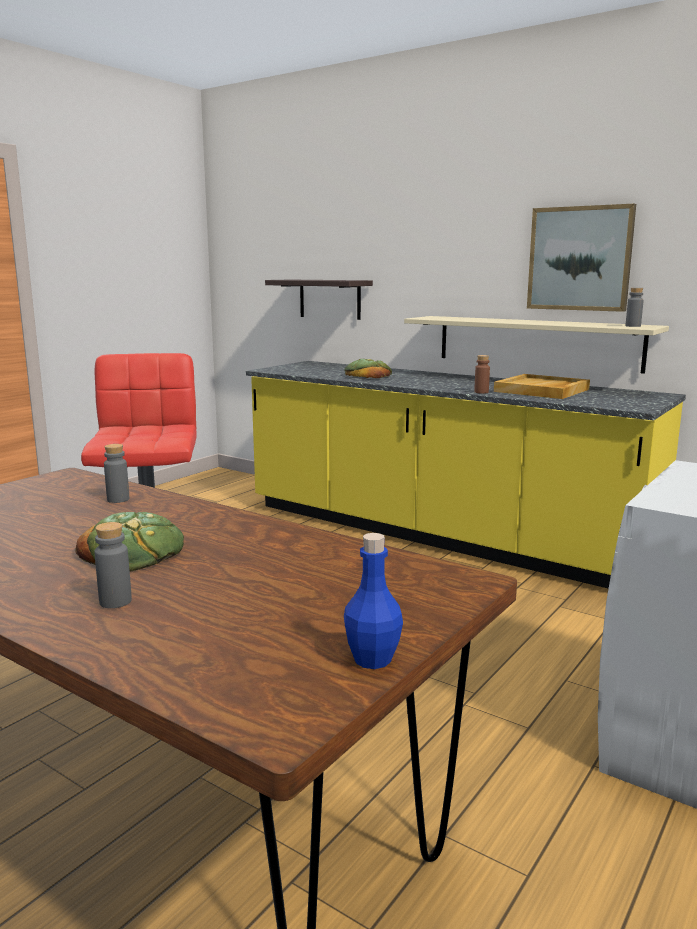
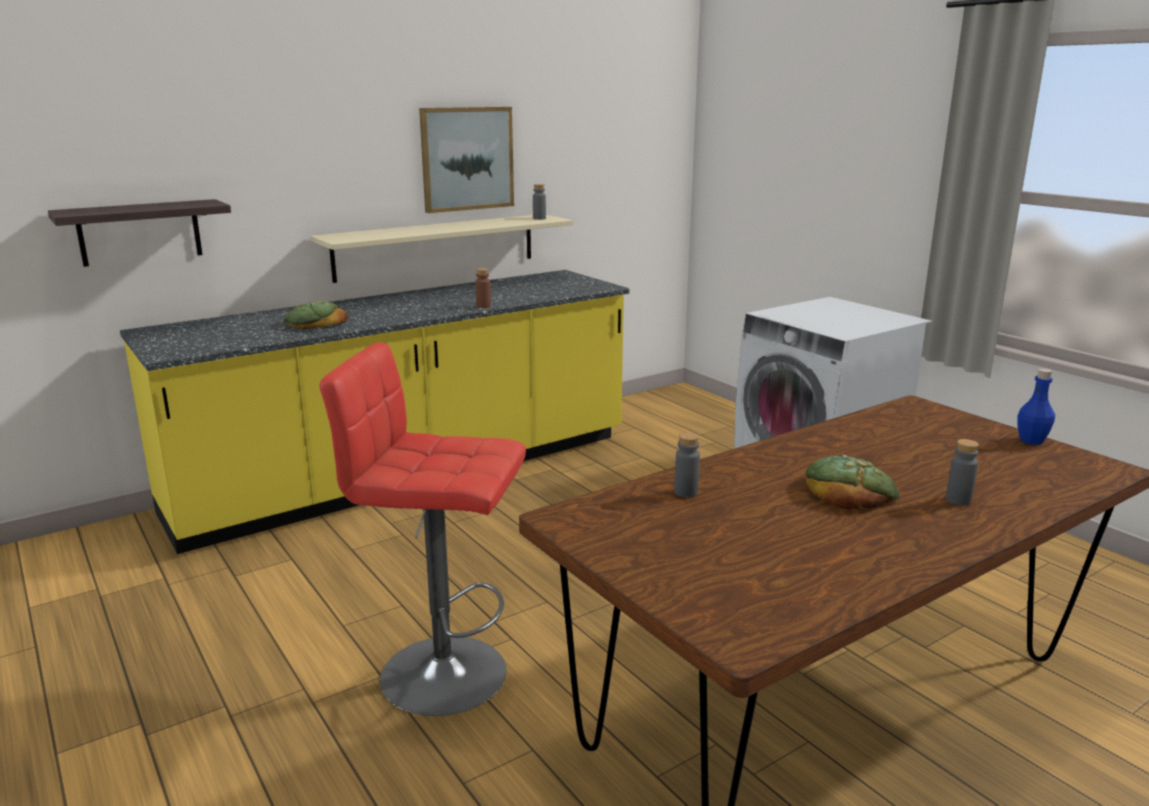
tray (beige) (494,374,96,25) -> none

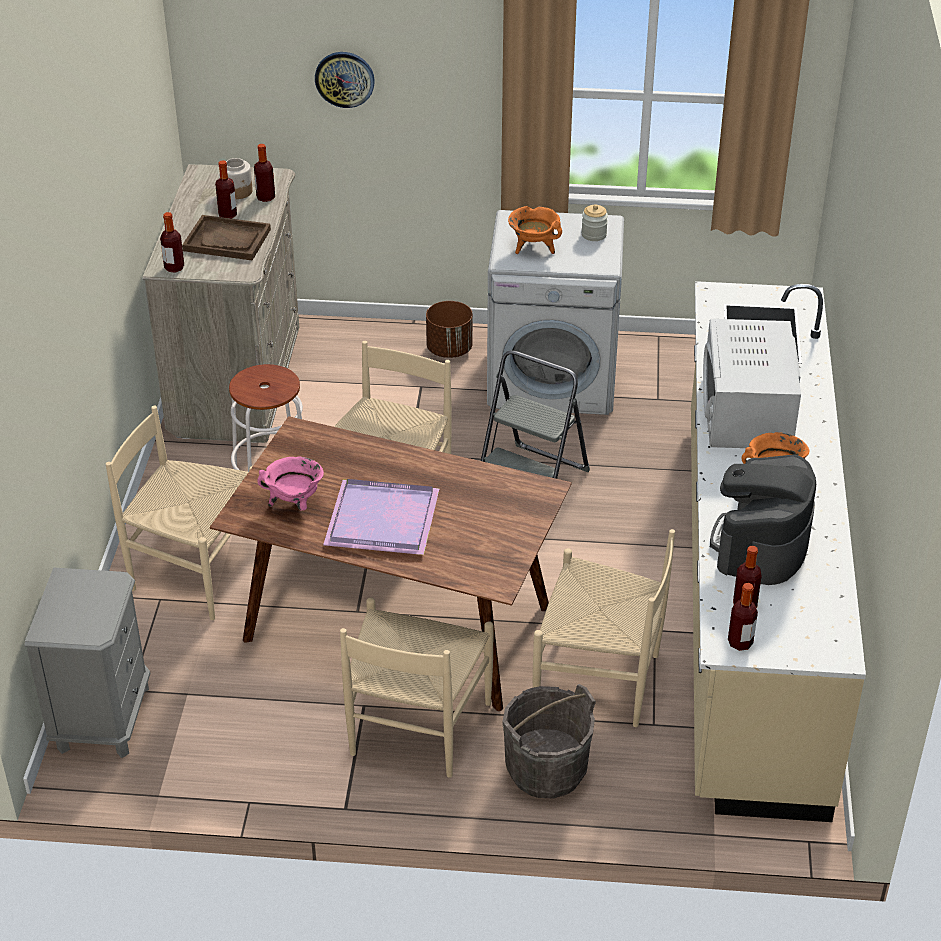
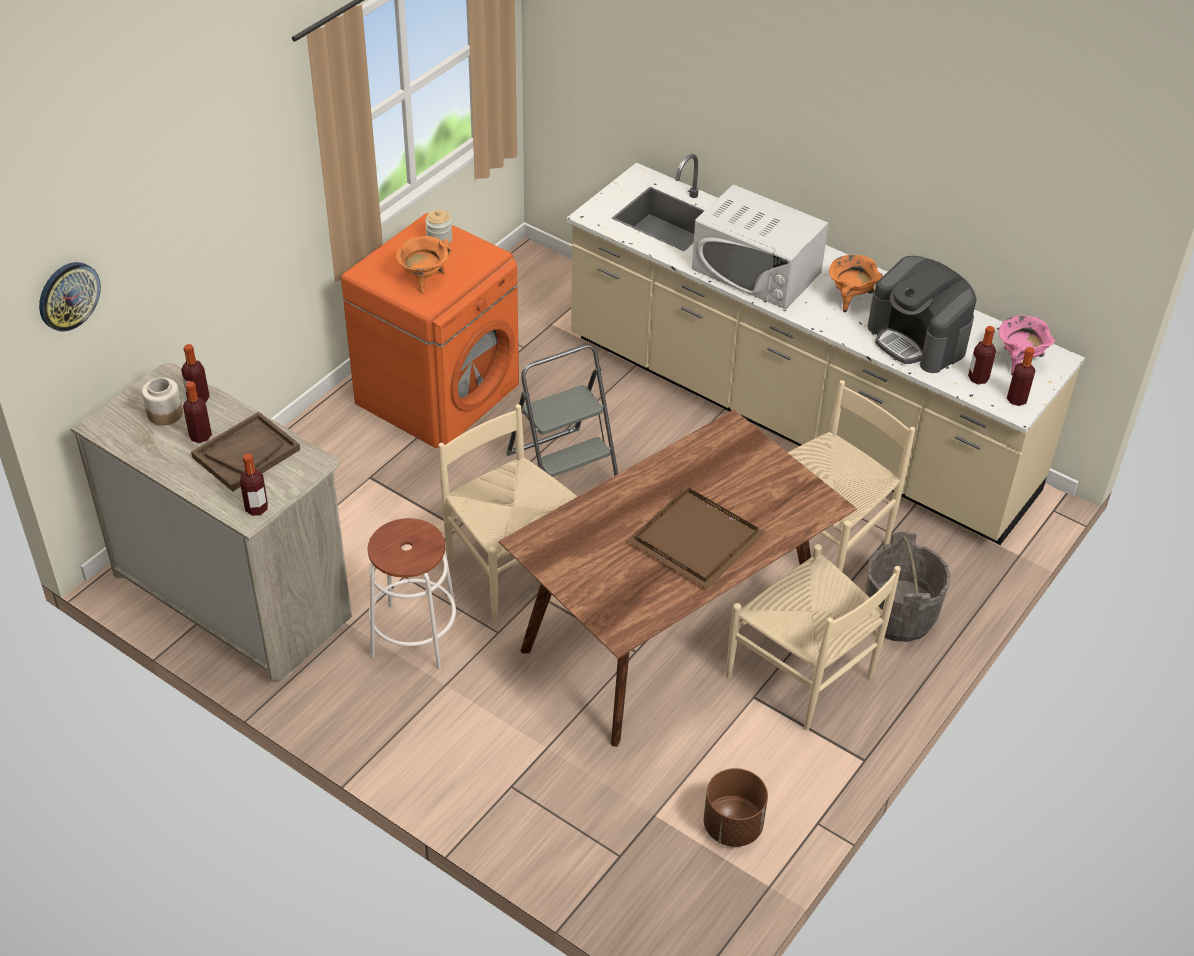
wall clock (315,52,60,56) -> wall clock (39,262,62,70), moved
washing machine (white) (487,210,137,205) -> washing machine (orange) (341,213,178,235)
planter (brown) (426,301,47,57) -> planter (brown) (704,768,64,79), moved
chair (beige) (106,406,147,214) -> none
cooking pot (pink) (257,456,67,55) -> cooking pot (pink) (999,316,56,59), moved
tray (purple) (323,479,116,76) -> tray (brown) (627,487,138,102)
nightstand (grey) (25,568,125,190) -> none

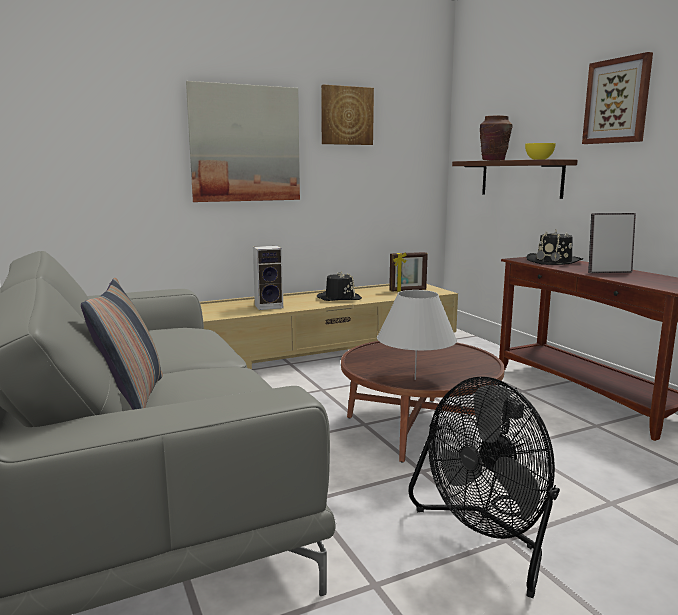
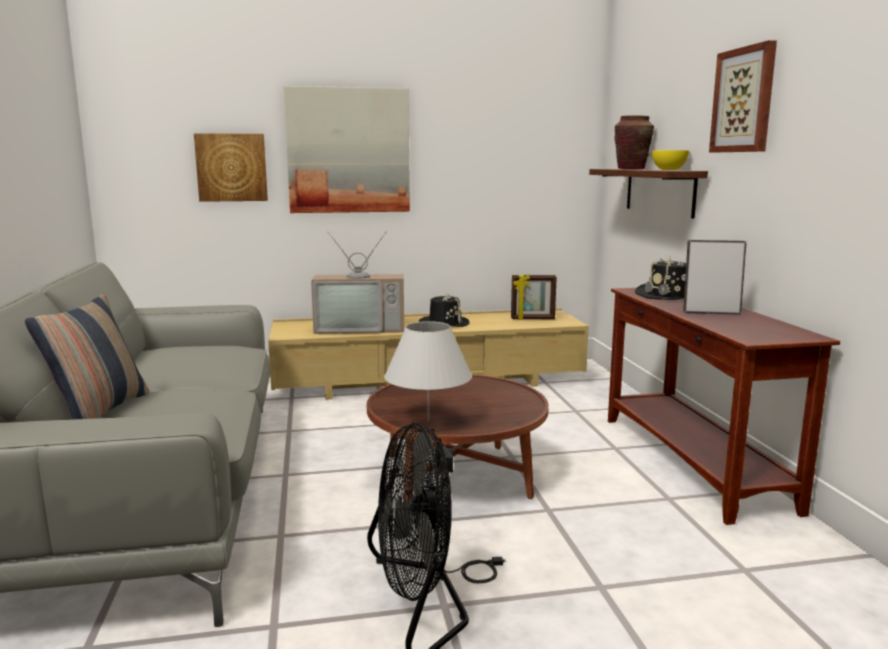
picture (321,85,53,60) -> picture (194,133,74,69), moved
speaker (253,246,30,64) -> television (311,231,93,103)

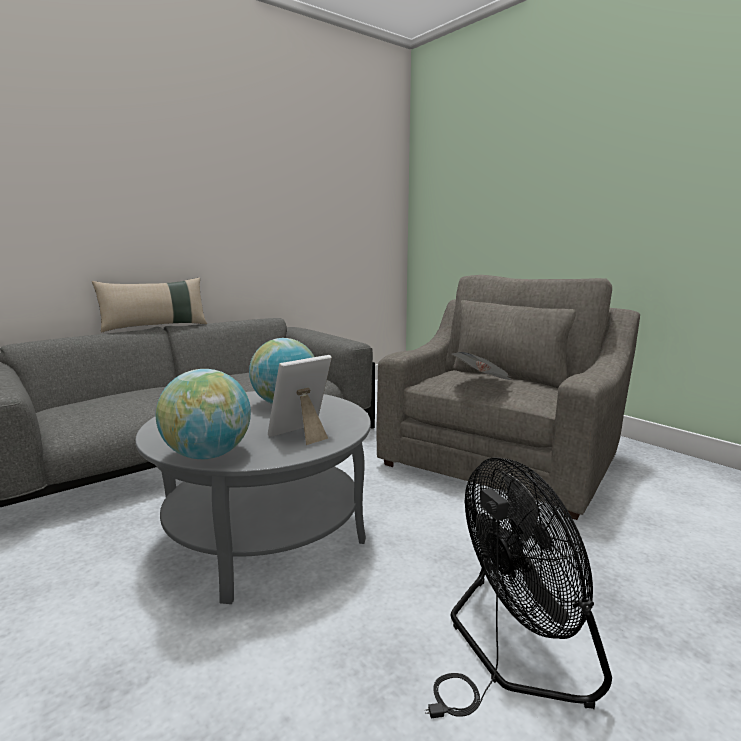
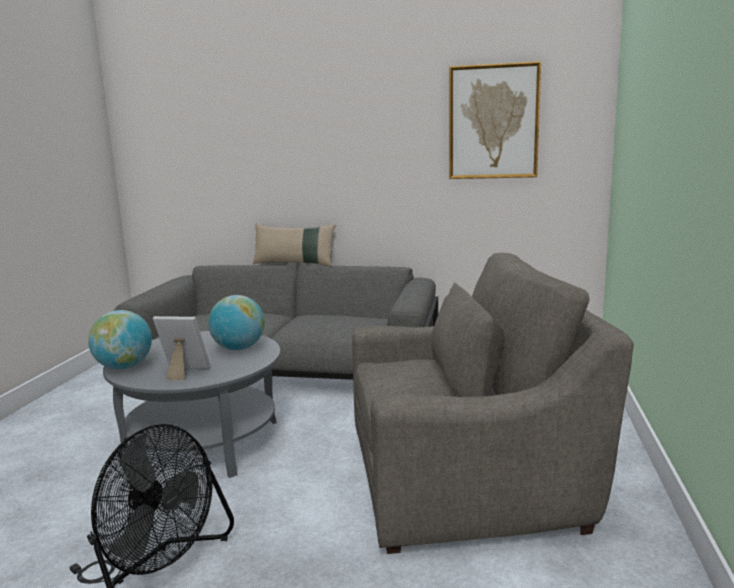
newspaper (451,352,62,28) -> none
none -> picture (449,61,92,118)

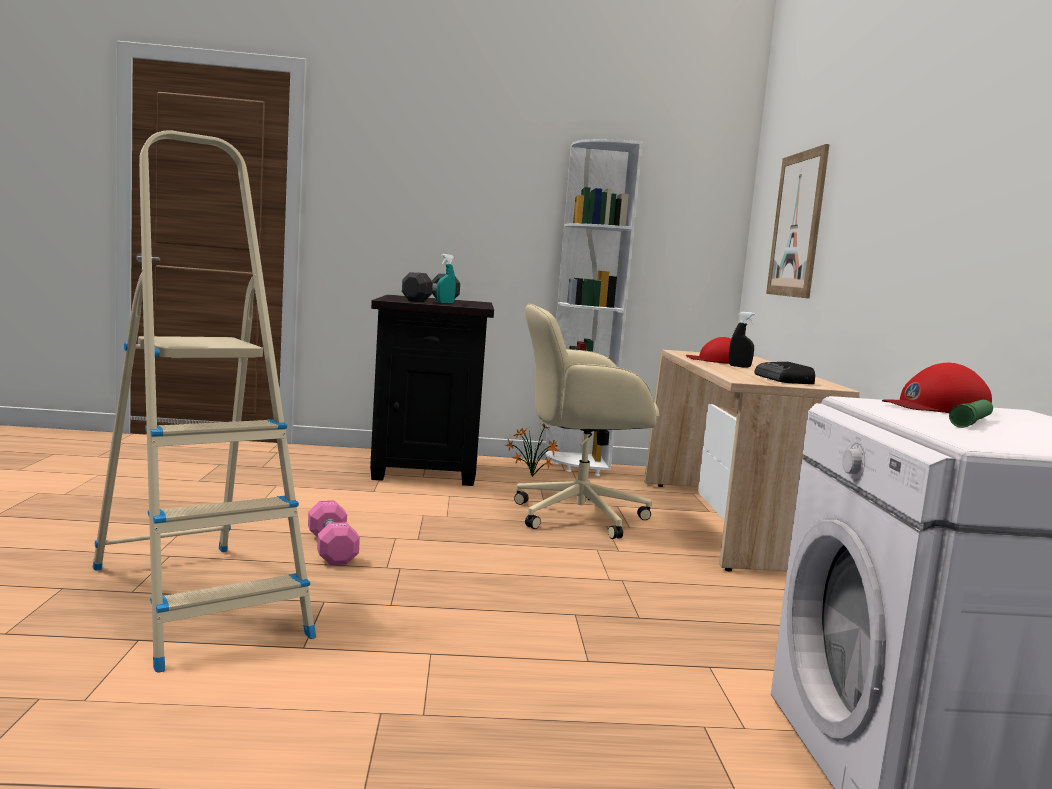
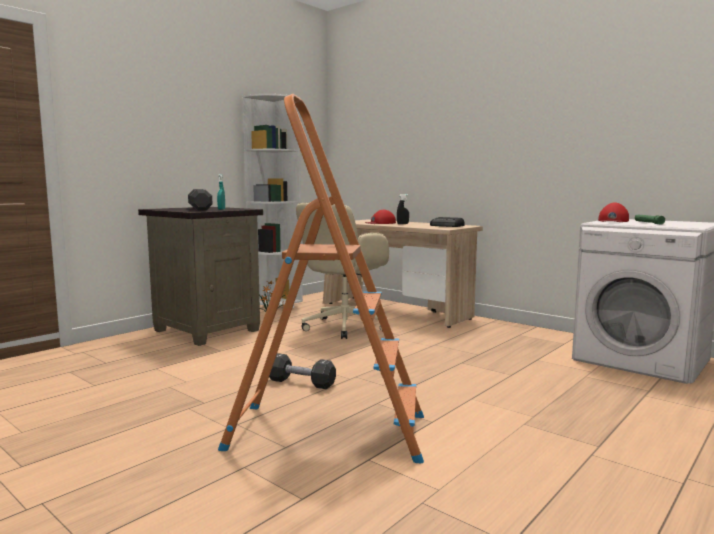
step ladder (beige) (93,130,223,543) -> step ladder (orange) (218,94,206,369)
picture (766,144,64,154) -> none
cabinet (black) (370,295,124,191) -> cabinet (beige) (138,207,125,139)
dumbbell (pink) (308,500,52,65) -> dumbbell (black) (269,353,67,36)

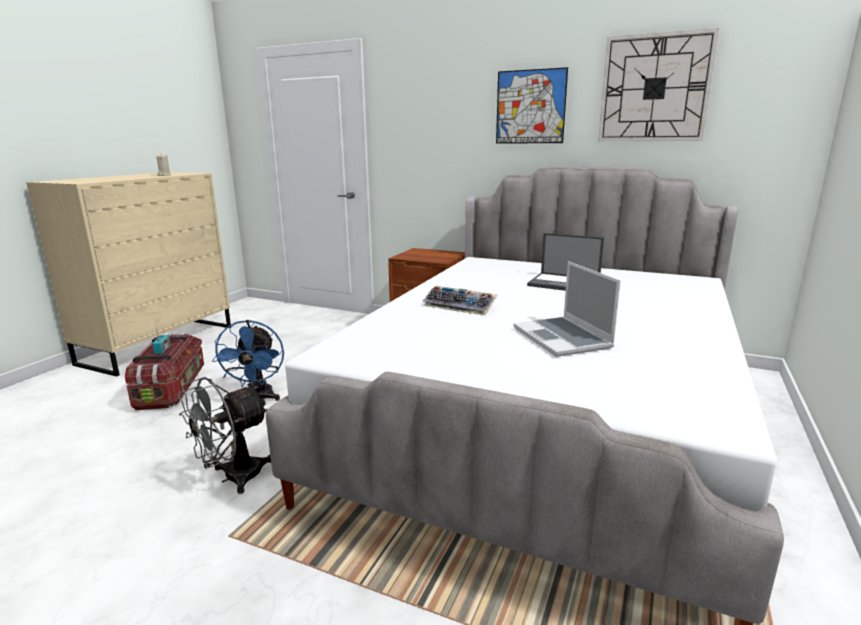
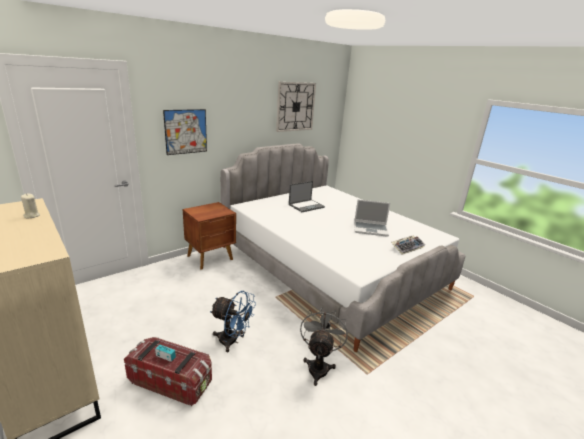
picture (496,67,72,77) -> picture (163,109,44,46), moved
keyboard (423,286,75,30) -> keyboard (391,235,34,20), moved
fan (grey) (177,377,94,117) -> fan (grey) (300,307,48,79), 150 degrees counterclockwise

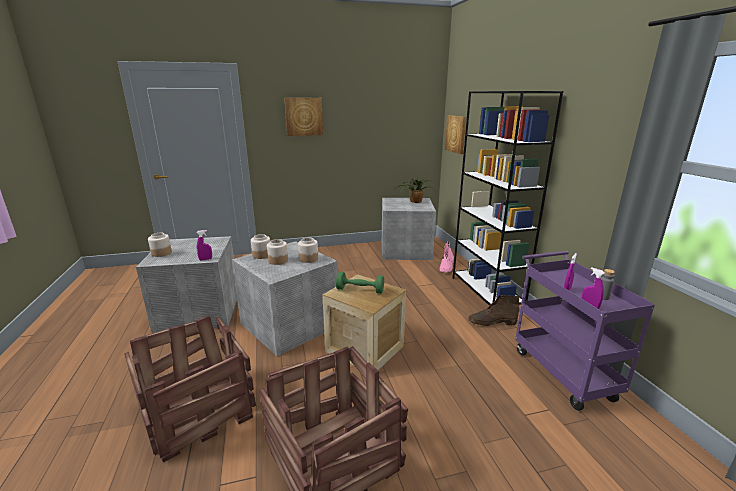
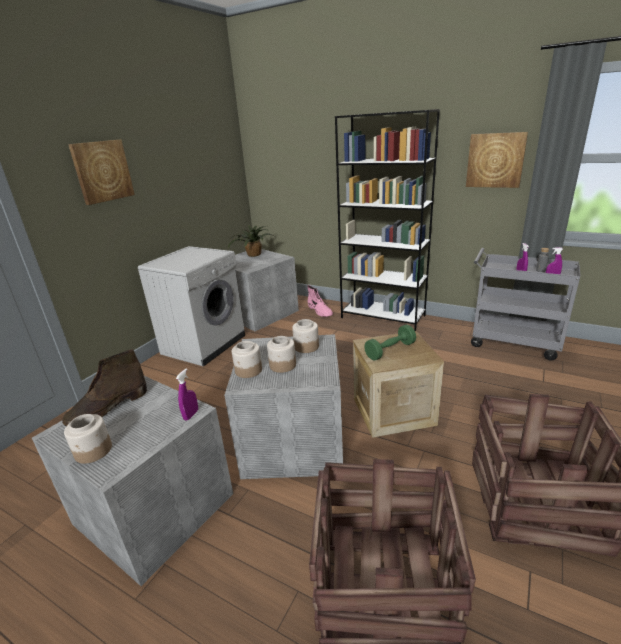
picture (445,115,21,39) -> picture (466,132,62,56), moved
cart (purple) (515,251,140,160) -> cart (grey) (471,248,109,112)
boot (brown) (469,295,50,31) -> boot (brown) (62,349,85,77), moved
none -> washing machine (white) (138,246,107,121)

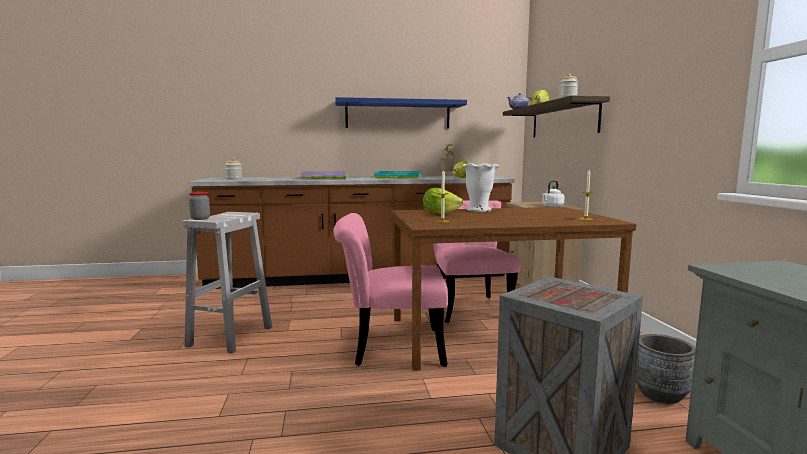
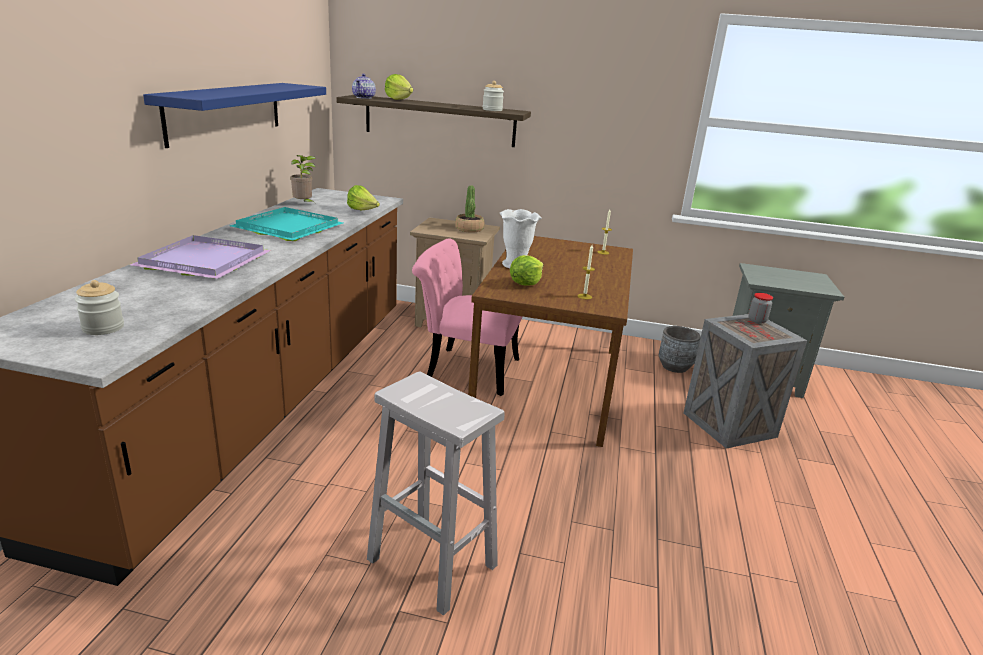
kettle (white) (542,180,23,27) -> potted plant (455,185,29,48)
jar (189,192,21,28) -> jar (748,293,25,31), moved
chair (pink) (333,213,115,154) -> none

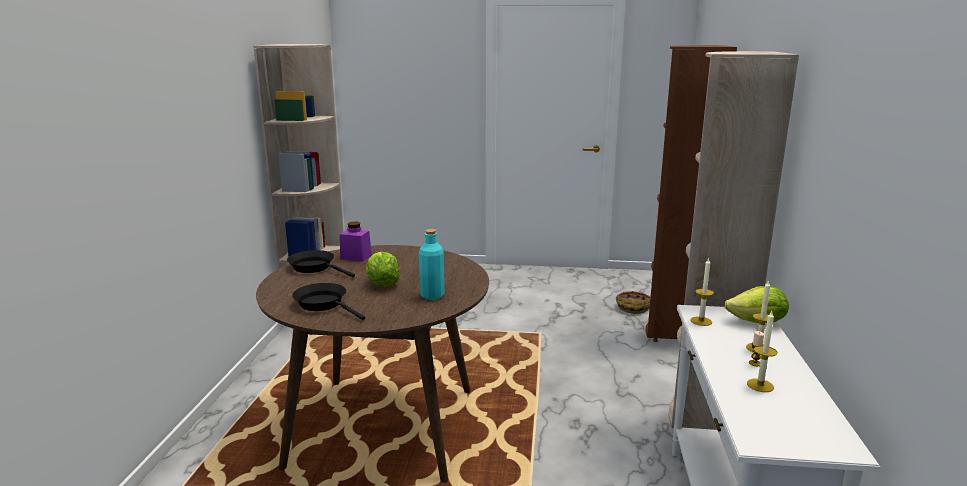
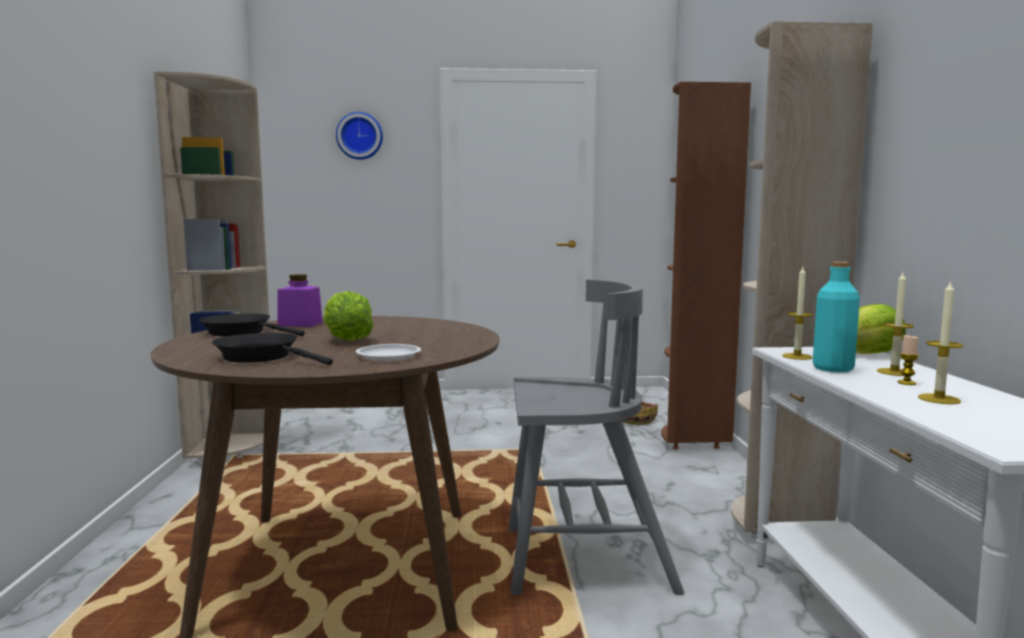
bottle (turquoise) (419,229,25,71) -> bottle (turquoise) (813,262,47,110), moved
none -> wall clock (336,112,47,48)
none -> chair (grey) (508,279,176,316)
none -> plate (white) (356,344,65,17)

